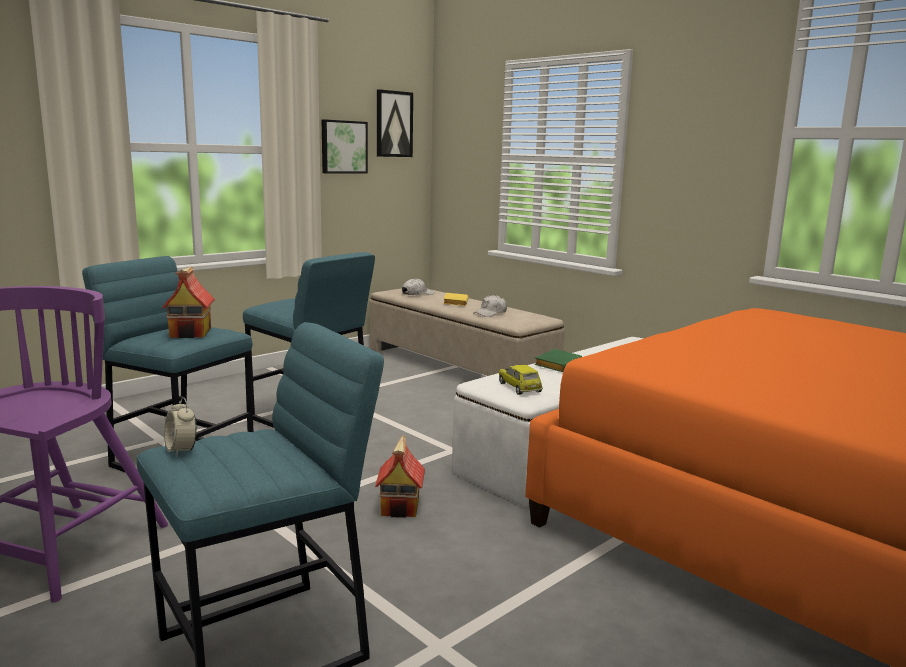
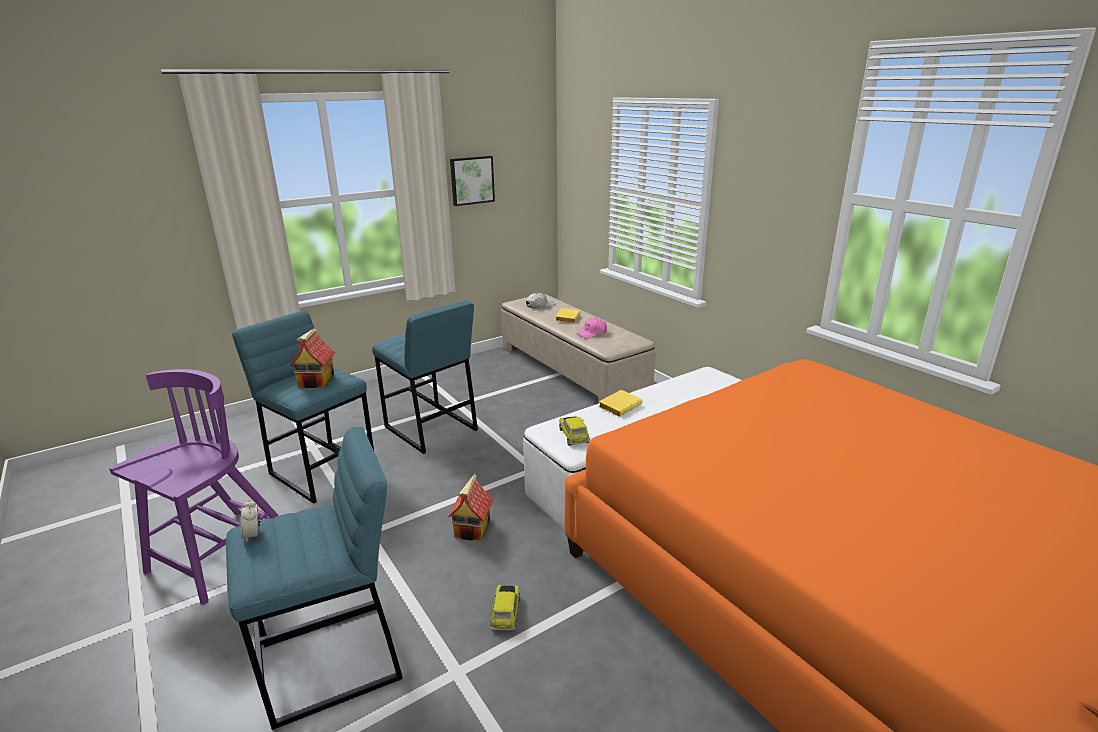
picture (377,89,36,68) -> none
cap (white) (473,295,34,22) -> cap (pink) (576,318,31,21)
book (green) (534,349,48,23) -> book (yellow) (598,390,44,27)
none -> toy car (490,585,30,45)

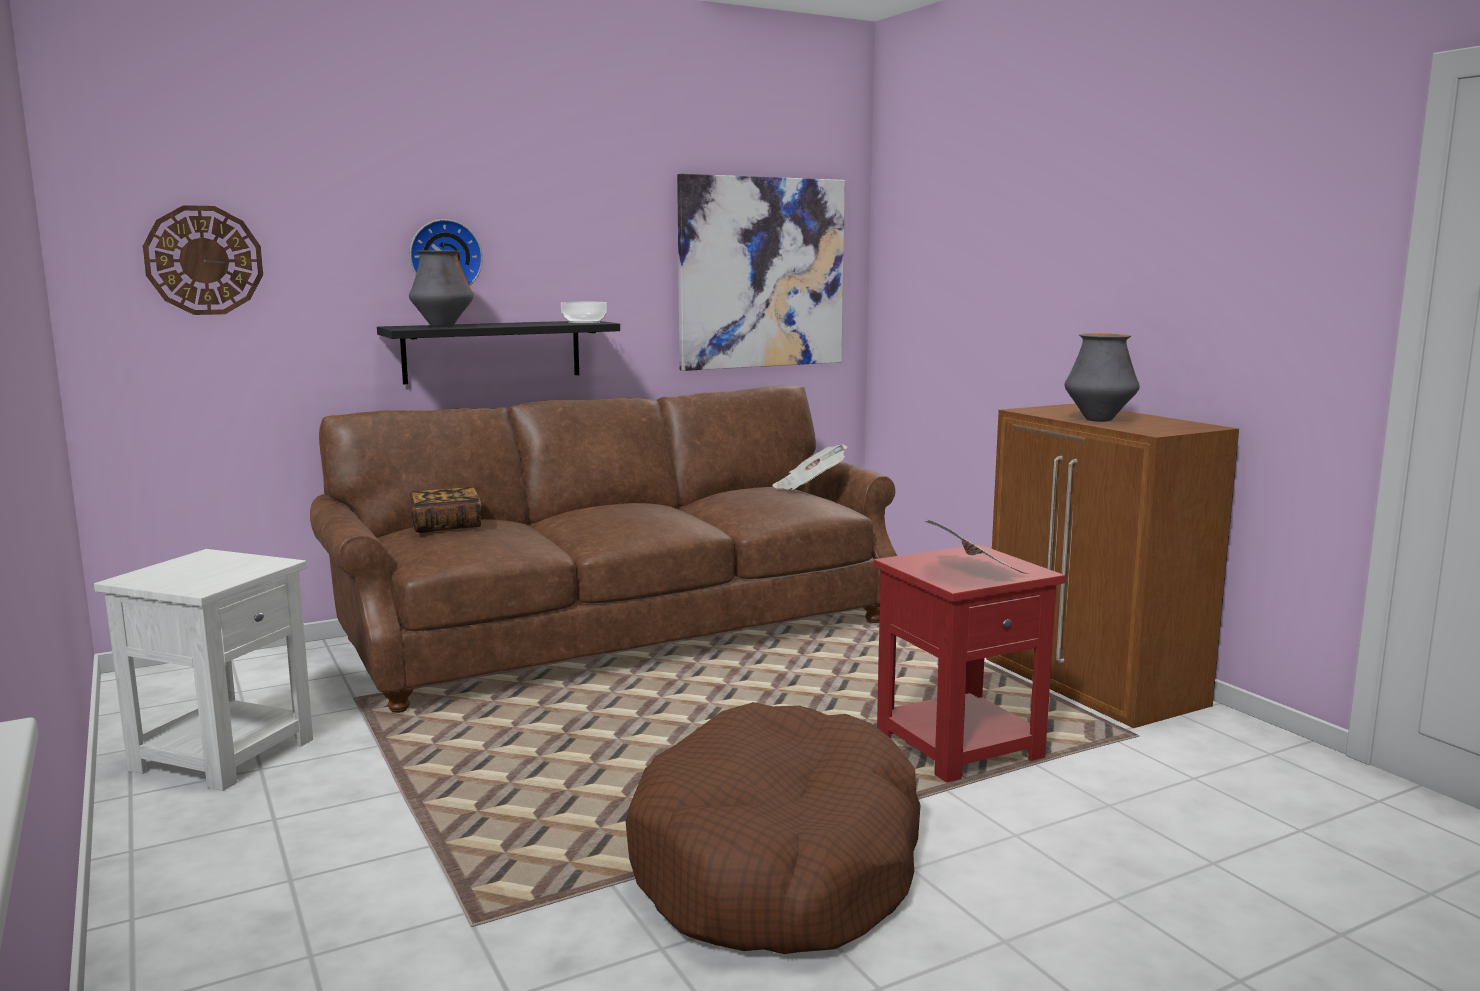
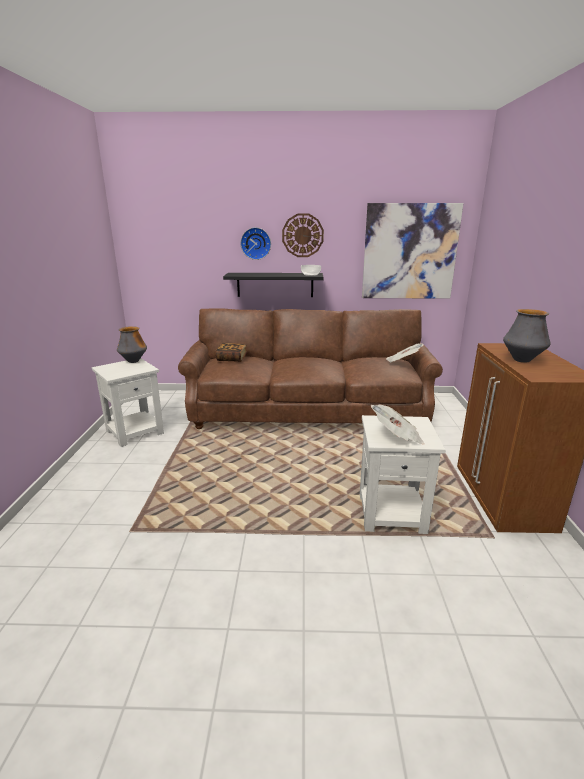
wall clock (143,205,120,110) -> wall clock (282,213,42,44), moved
vase (409,250,65,77) -> vase (117,326,30,37), moved
side table (red) (873,544,192,239) -> side table (white) (360,415,86,119)
dog bed (brown) (626,702,295,252) -> none

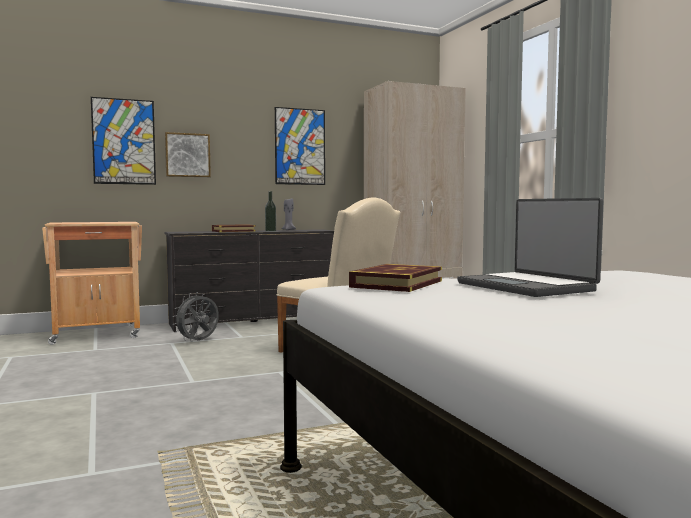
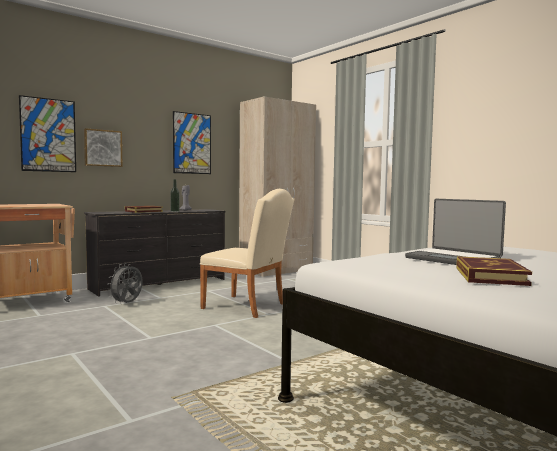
book (349,264,93,28) -> book (456,256,76,30), moved

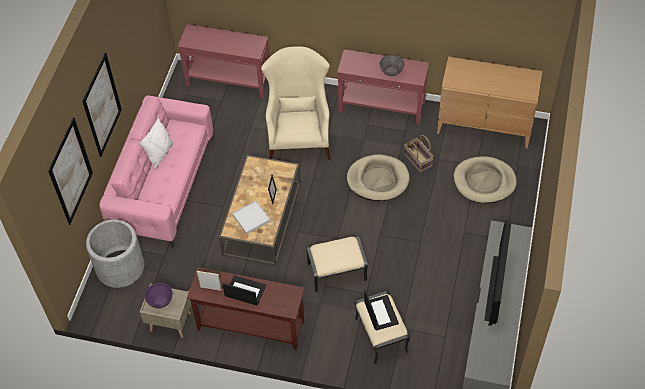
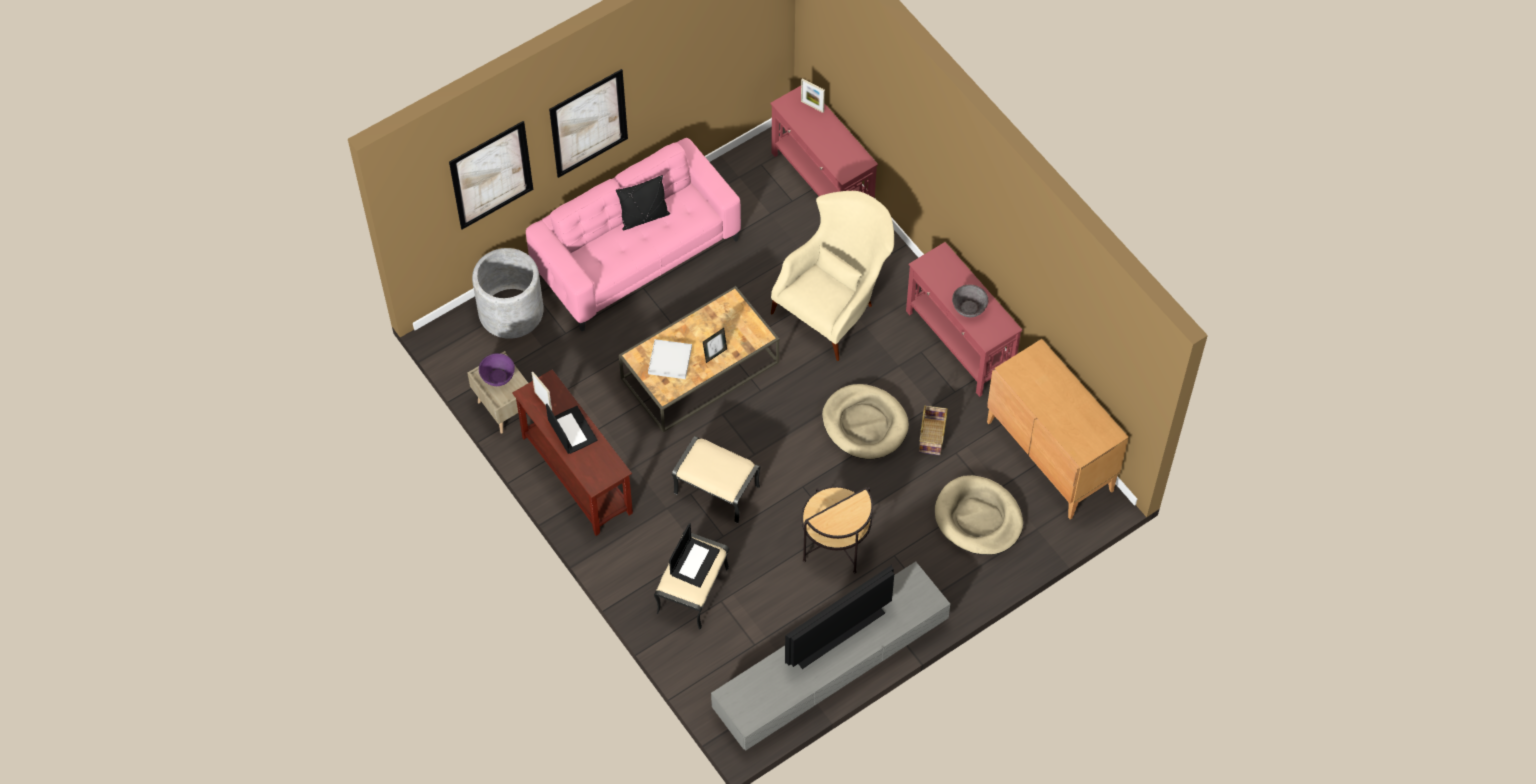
pillow (white) (139,117,35,52) -> pillow (black) (616,175,54,55)
none -> picture frame (801,78,24,35)
none -> side table (801,486,72,87)

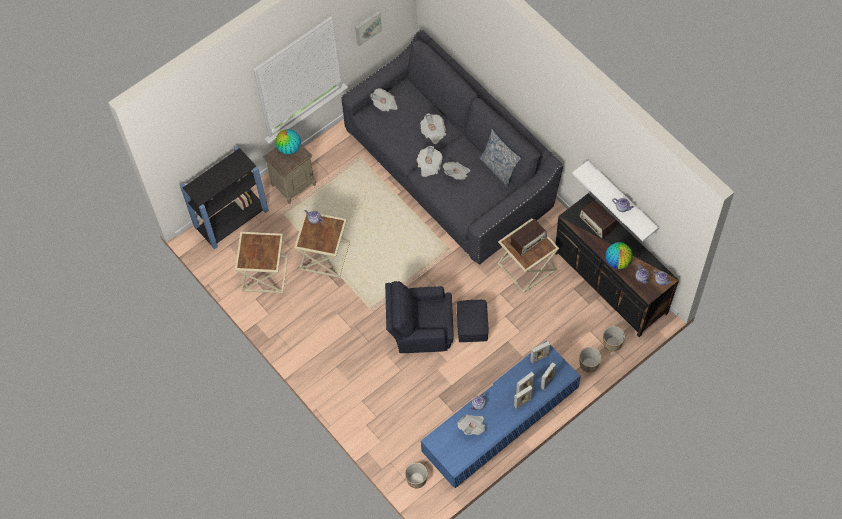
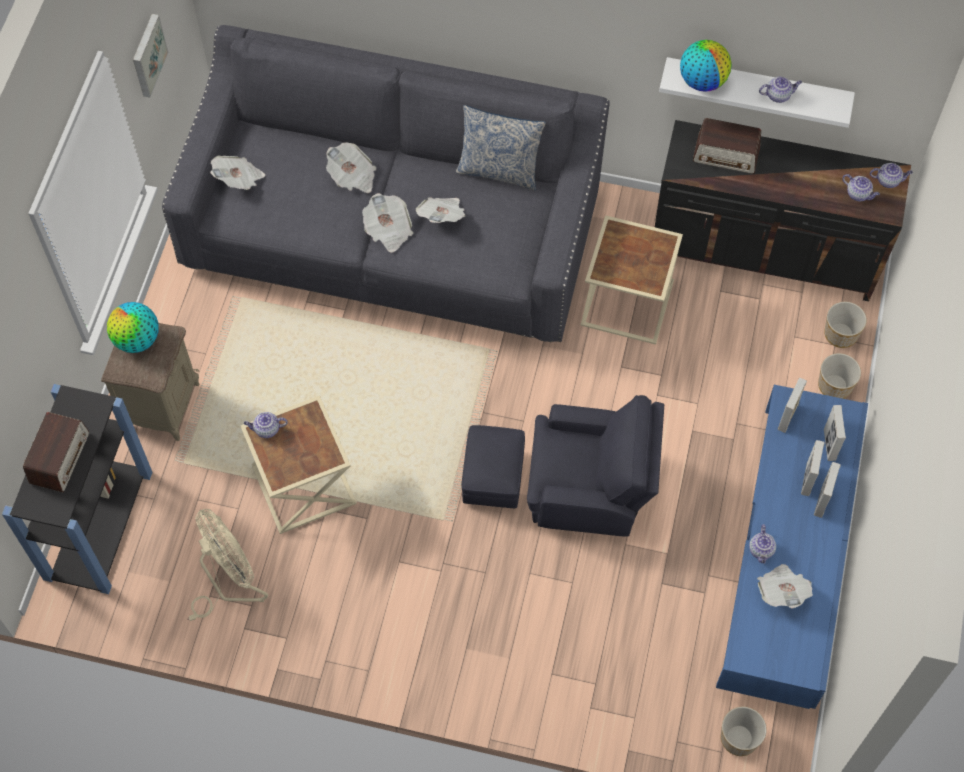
radio (510,219,37,36) -> radio (23,412,66,80), moved
side table (beige) (235,232,53,61) -> fan (beige) (187,509,81,112)
globe (606,242,27,27) -> globe (680,40,51,52), moved
armchair (black) (385,281,104,72) -> armchair (black) (462,395,202,142), 135 degrees counterclockwise

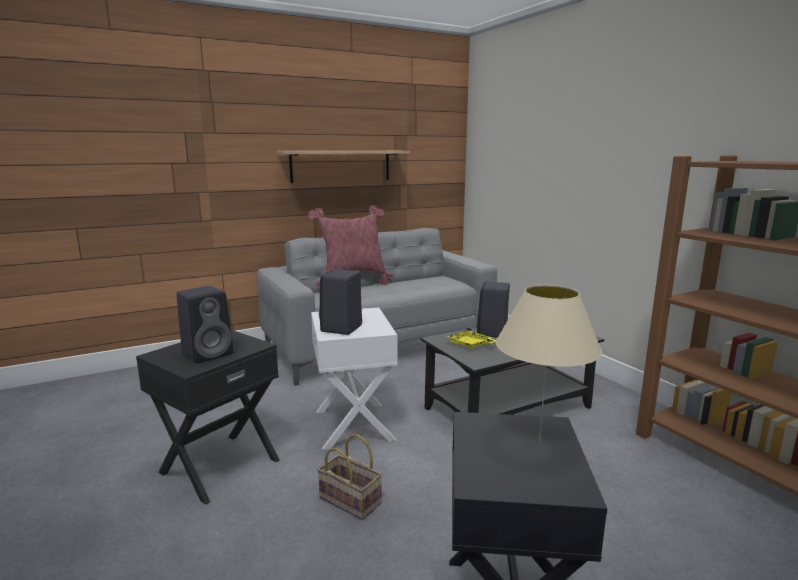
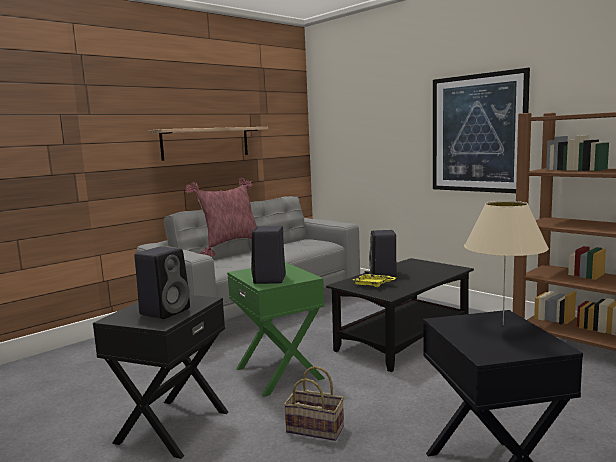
side table (white) (311,307,86,143) -> side table (green) (227,262,98,135)
none -> picture (433,68,97,125)

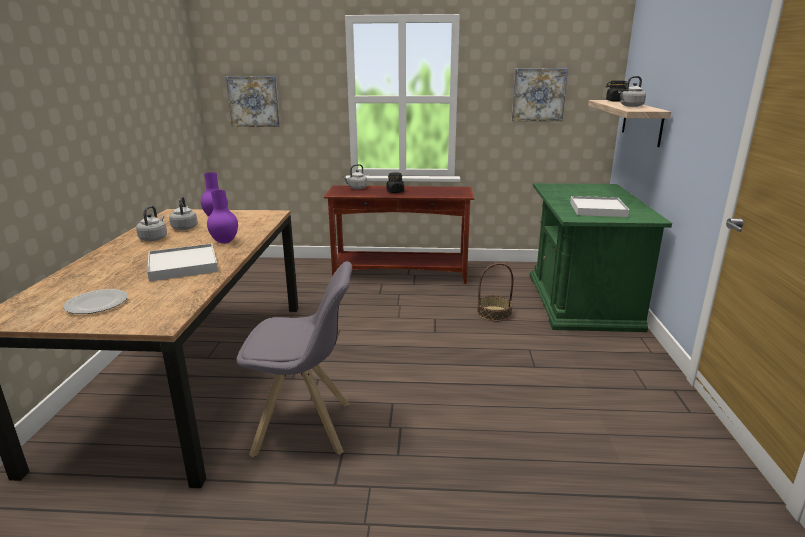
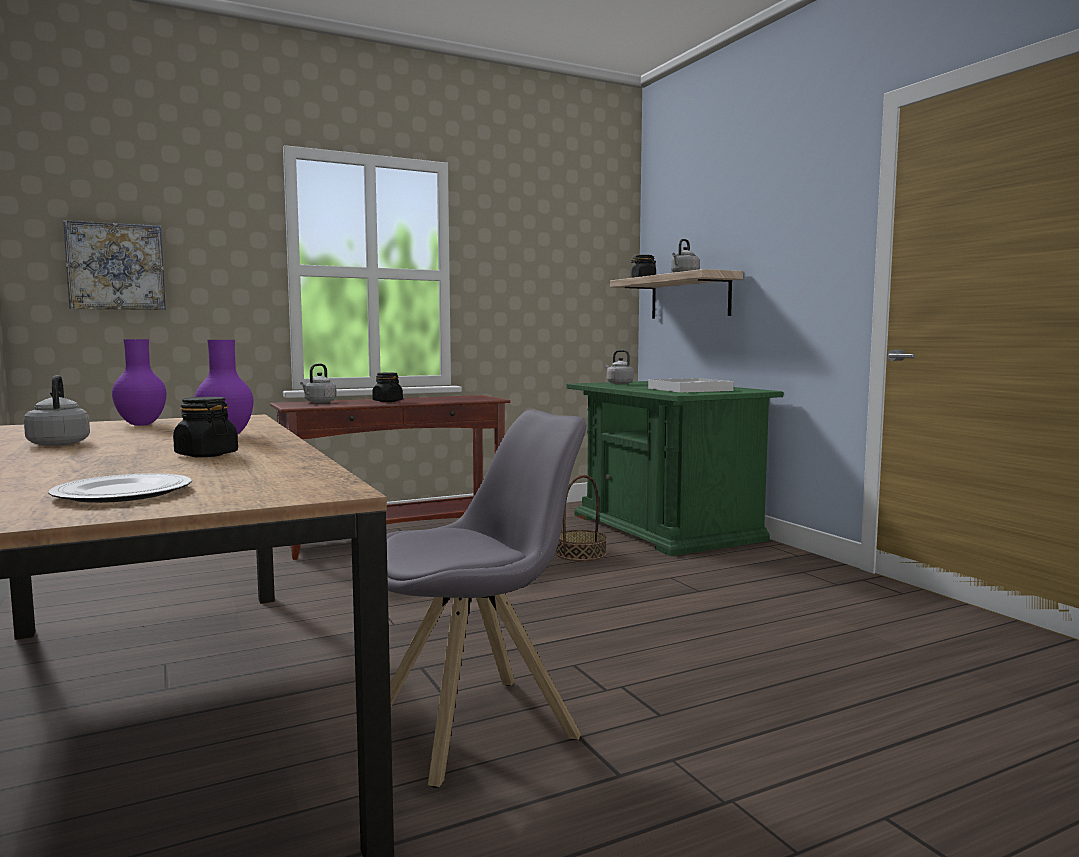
picture (512,68,56,53) -> none
kettle (grey) (169,196,29,34) -> kettle (grey) (605,350,29,34), moved
tray (white) (147,244,71,38) -> jar (black) (173,397,65,60)

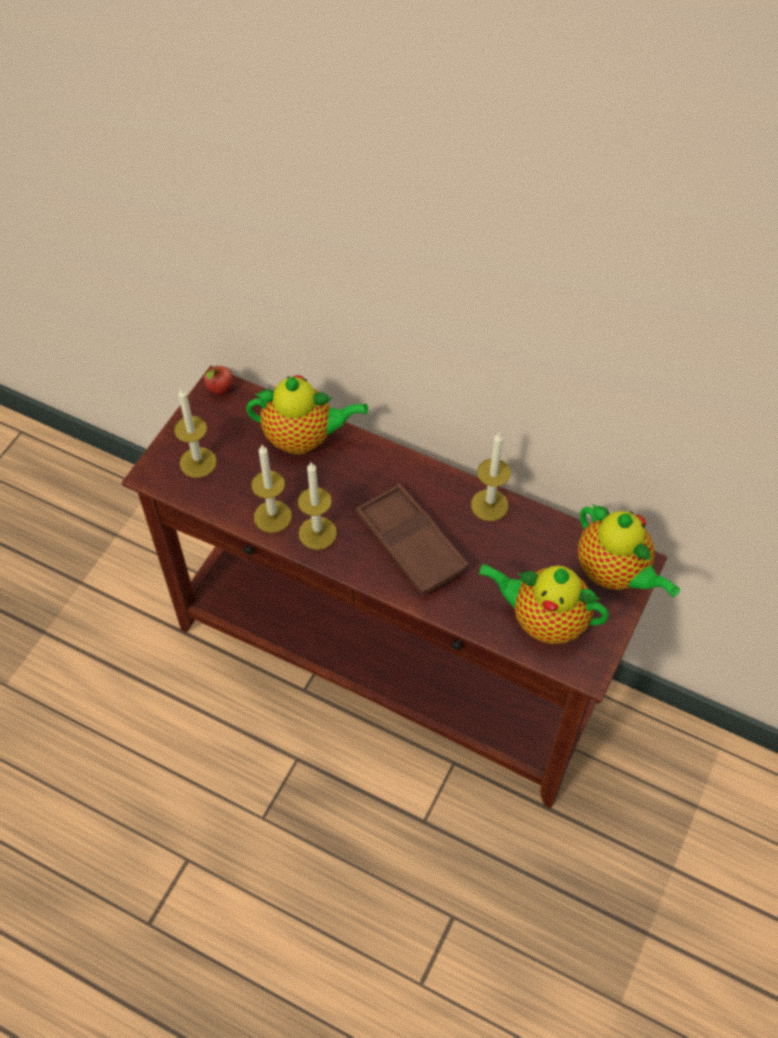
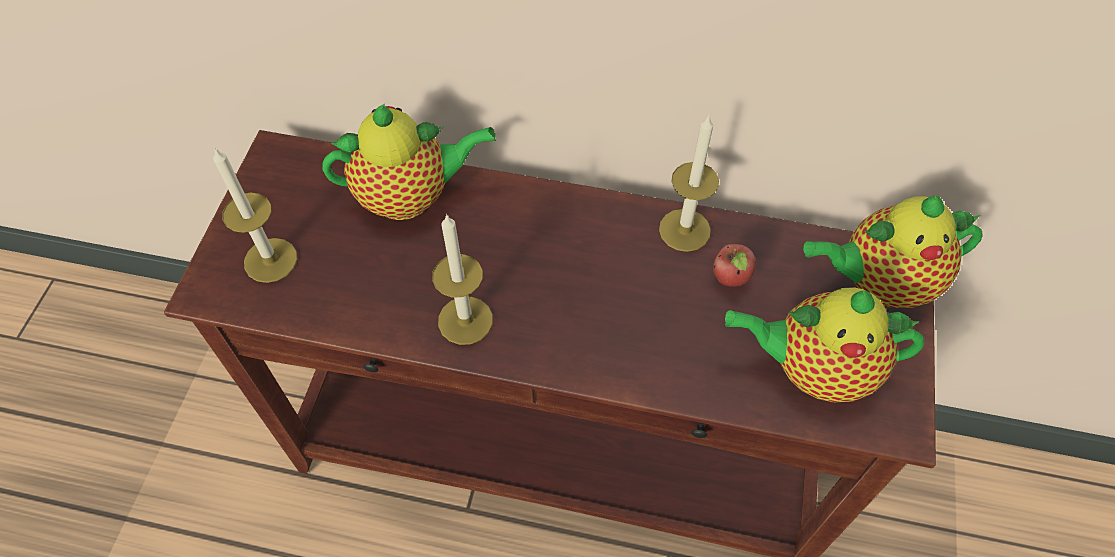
apple (204,366,29,29) -> apple (713,244,43,43), moved
candle (251,445,41,88) -> none
tray (brown) (355,483,114,113) -> none
teapot (578,503,102,94) -> teapot (803,195,179,113), 135 degrees clockwise

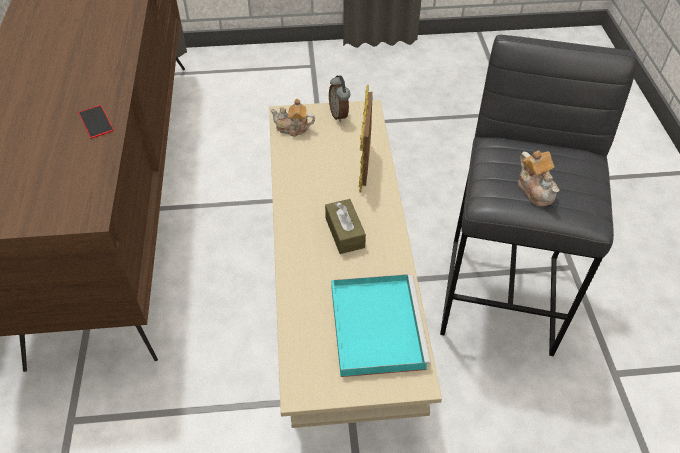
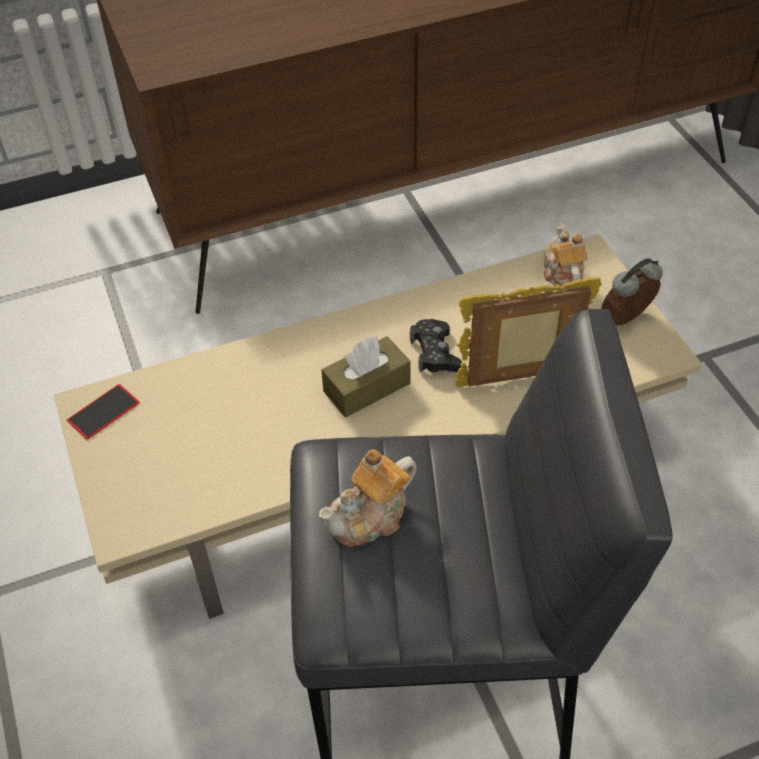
phone (78,105,36,34) -> phone (67,384,73,55), moved
tray (turquoise) (331,274,100,103) -> none
none -> game controller (black) (410,319,52,54)

